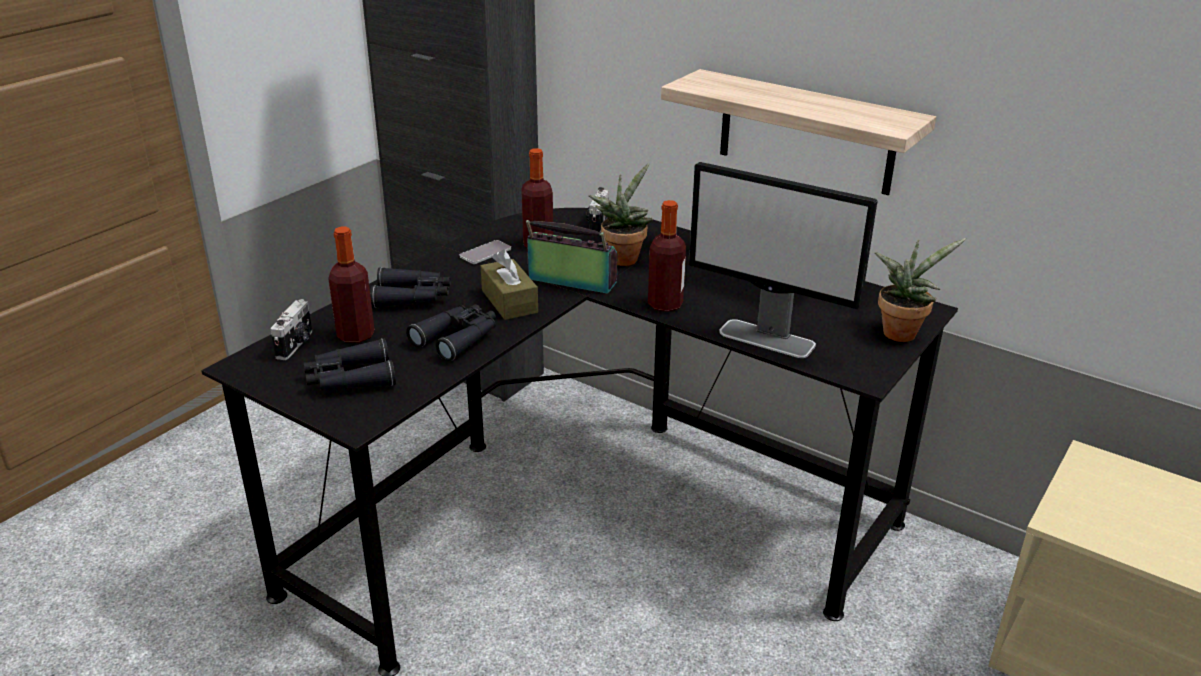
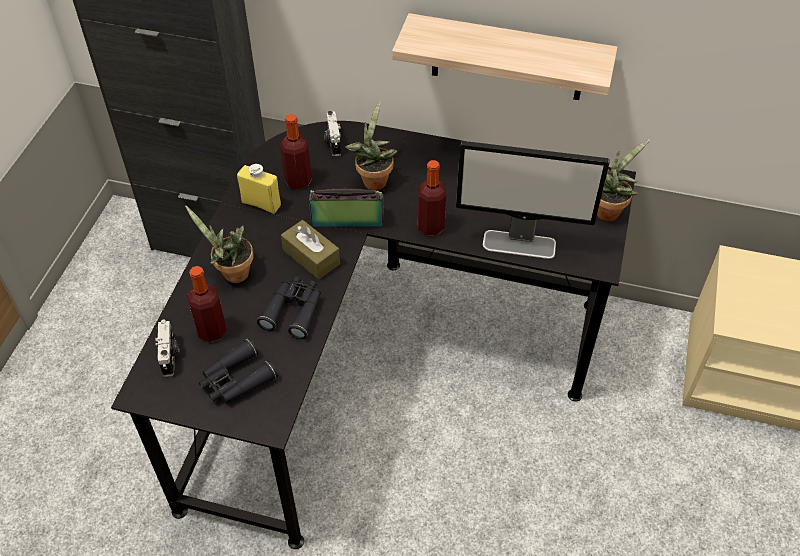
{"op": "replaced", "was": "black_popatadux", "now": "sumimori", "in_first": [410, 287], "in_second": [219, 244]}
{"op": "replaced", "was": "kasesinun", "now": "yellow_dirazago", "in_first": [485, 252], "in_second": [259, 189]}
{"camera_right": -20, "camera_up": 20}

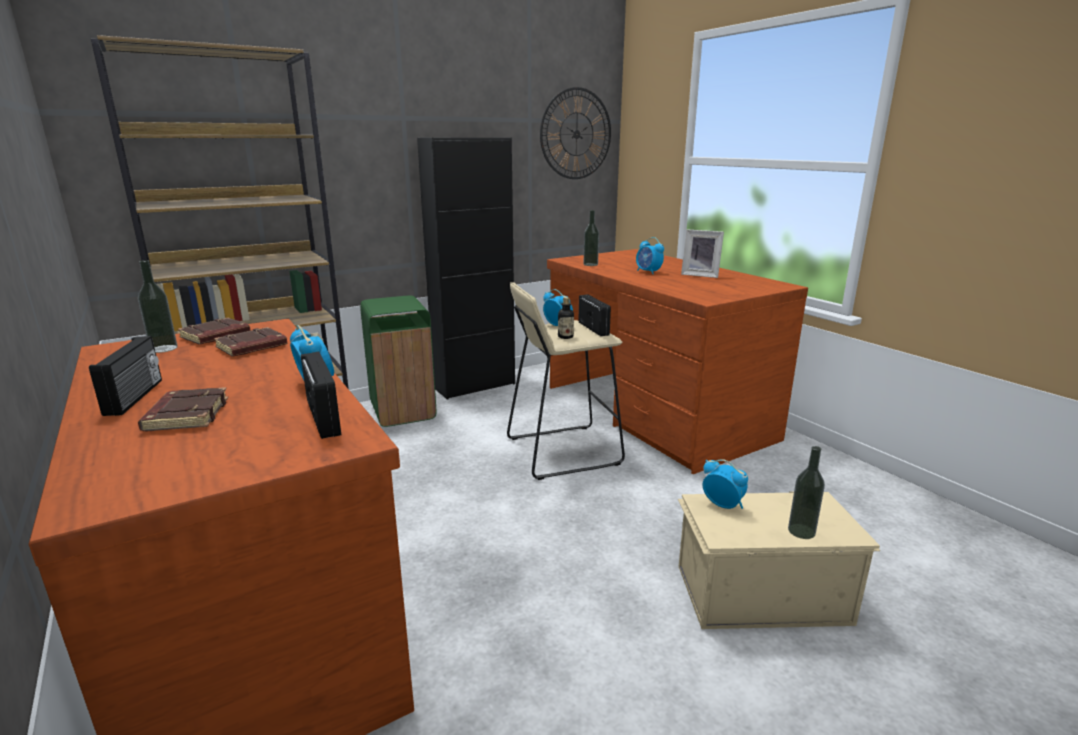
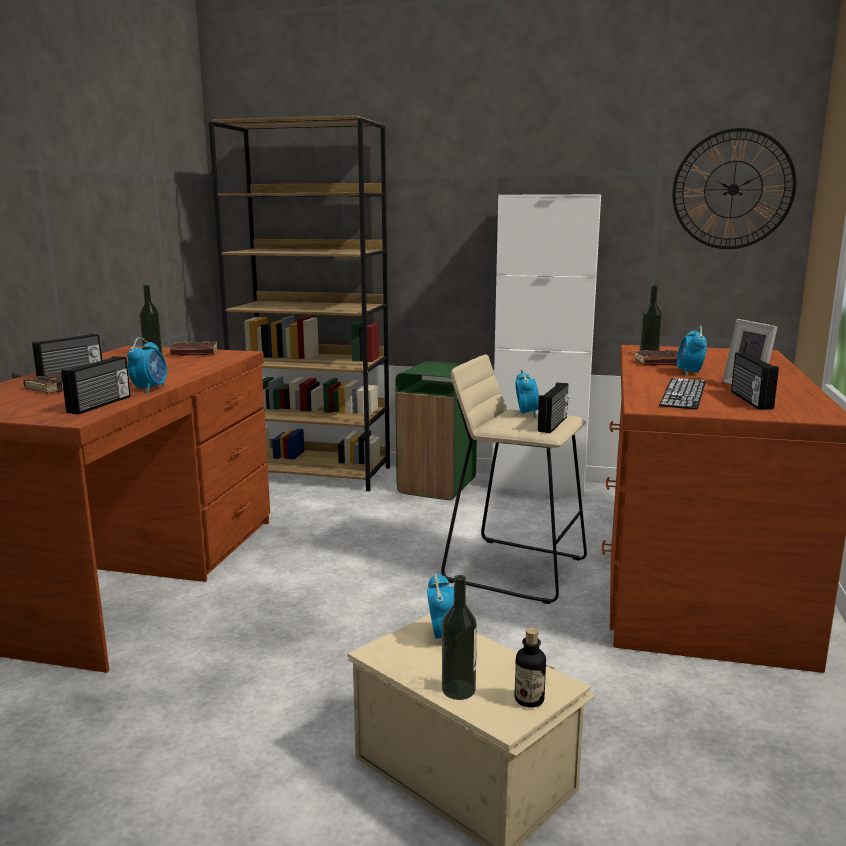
{"op": "added", "now": "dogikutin", "in_second": [682, 393]}
{"op": "added", "now": "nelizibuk", "in_second": [755, 381]}
{"op": "moved", "was": "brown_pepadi", "in_first": [250, 342], "in_second": [656, 357]}
{"op": "moved", "was": "dirazago", "in_first": [566, 318], "in_second": [530, 668]}
{"op": "recoloured", "was": "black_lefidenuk", "now": "white_lefidenuk", "in_first": [466, 269], "in_second": [546, 345]}
{"camera_right": 45, "camera_up": -5}

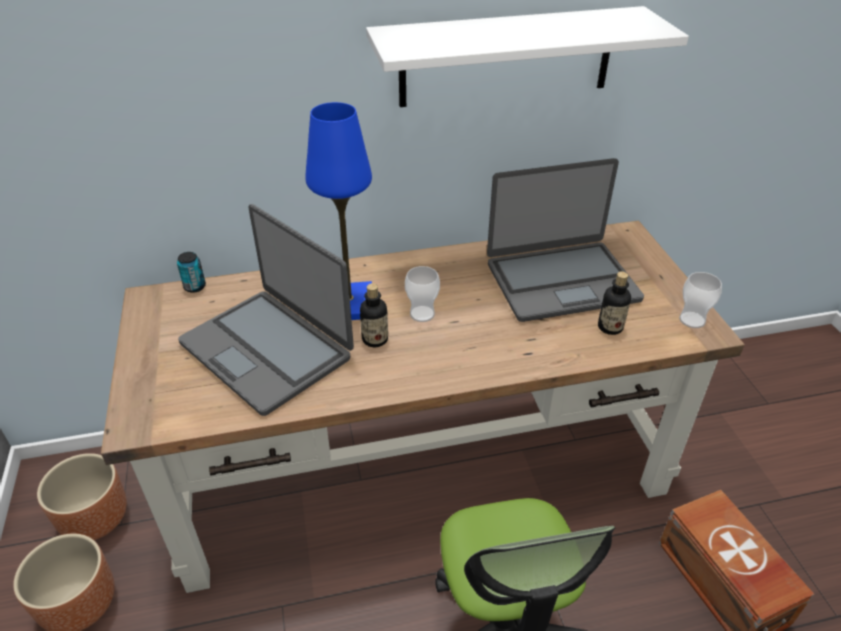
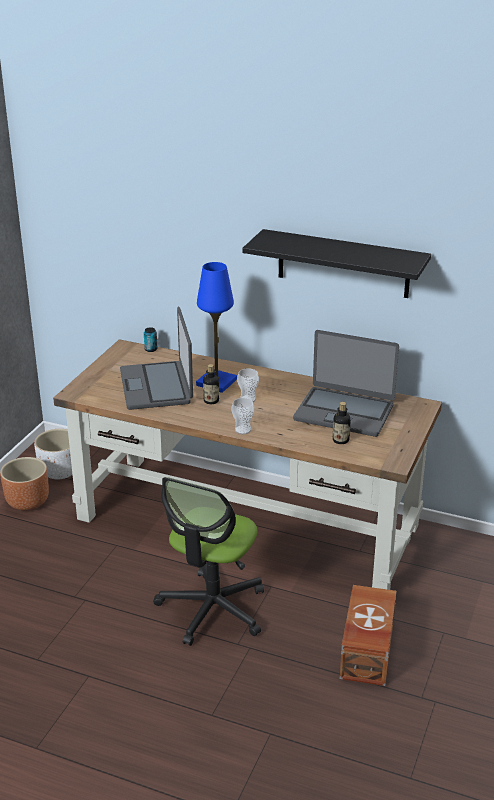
{"op": "moved", "was": "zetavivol", "in_first": [700, 300], "in_second": [243, 416]}
{"op": "recoloured", "was": "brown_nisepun", "now": "white_nisepun", "in_first": [82, 496], "in_second": [53, 454]}
{"op": "recoloured", "was": "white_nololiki", "now": "black_nololiki", "in_first": [527, 56], "in_second": [336, 263]}
{"camera_right": 35, "camera_up": -10}

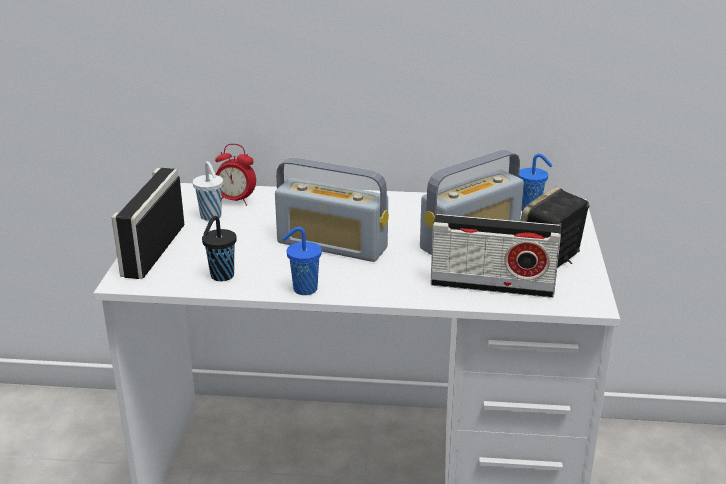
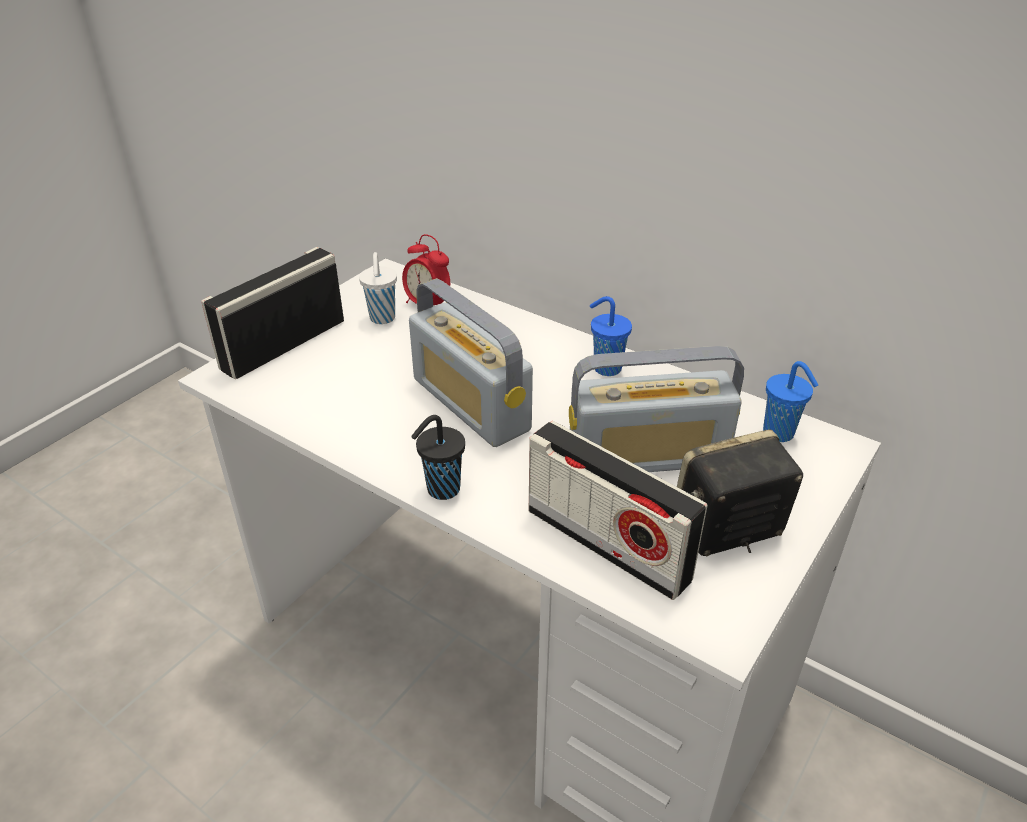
{"op": "moved", "was": "black_zetavivol", "in_first": [219, 248], "in_second": [438, 457]}
{"op": "moved", "was": "blue_zetavivol", "in_first": [302, 261], "in_second": [611, 336]}
{"camera_right": 30, "camera_up": 10}

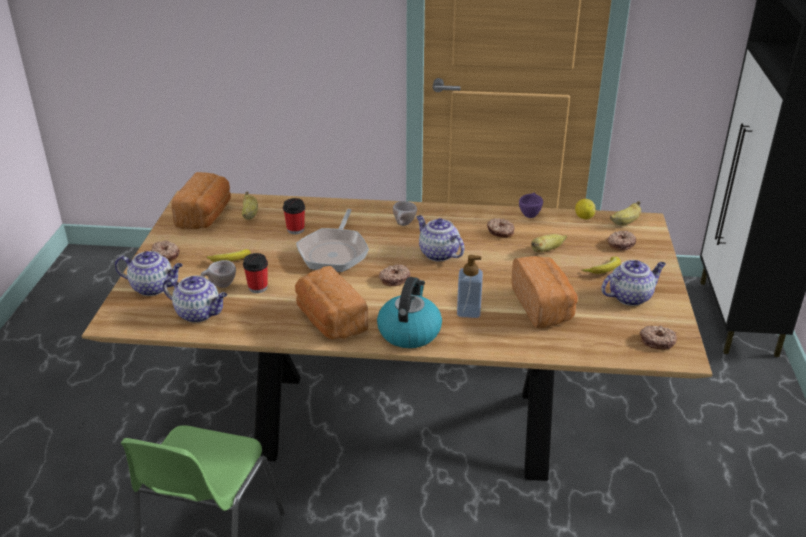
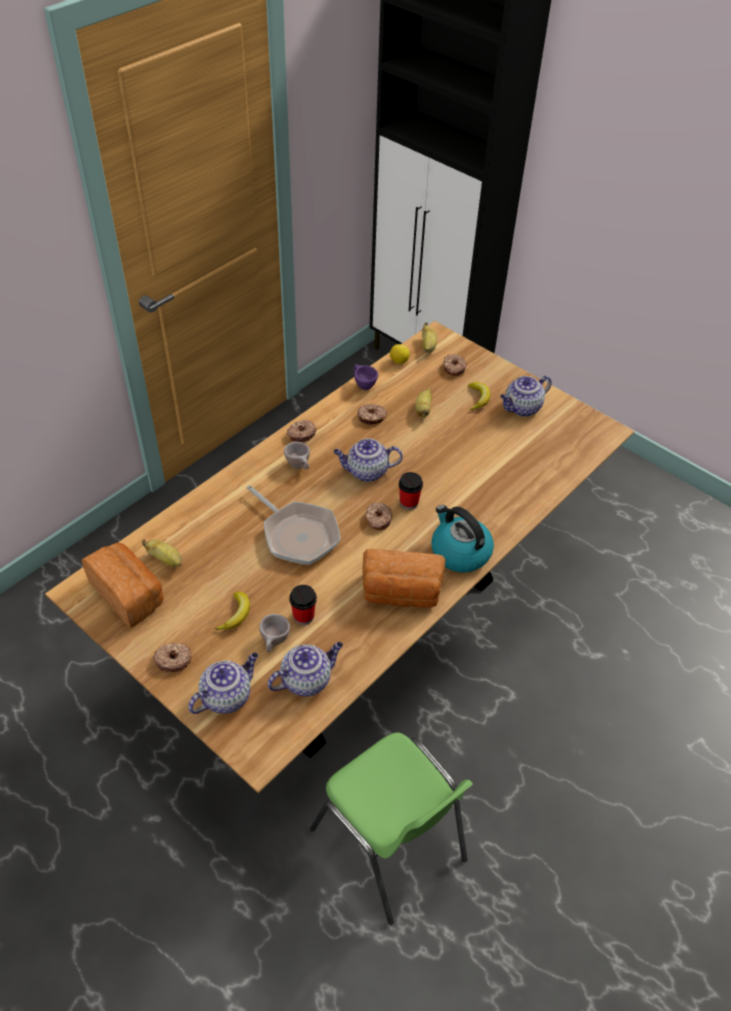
{"op": "removed", "was": "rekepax", "in_first": [470, 286]}
{"op": "removed", "was": "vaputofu", "in_first": [545, 292]}
{"op": "moved", "was": "zetavivol", "in_first": [294, 216], "in_second": [411, 491]}
{"op": "moved", "was": "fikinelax", "in_first": [658, 337], "in_second": [301, 431]}
{"op": "turned", "was": "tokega", "in_first": [633, 283], "in_second": [526, 396], "clockwise": -135}
{"camera_right": -55, "camera_up": 15}

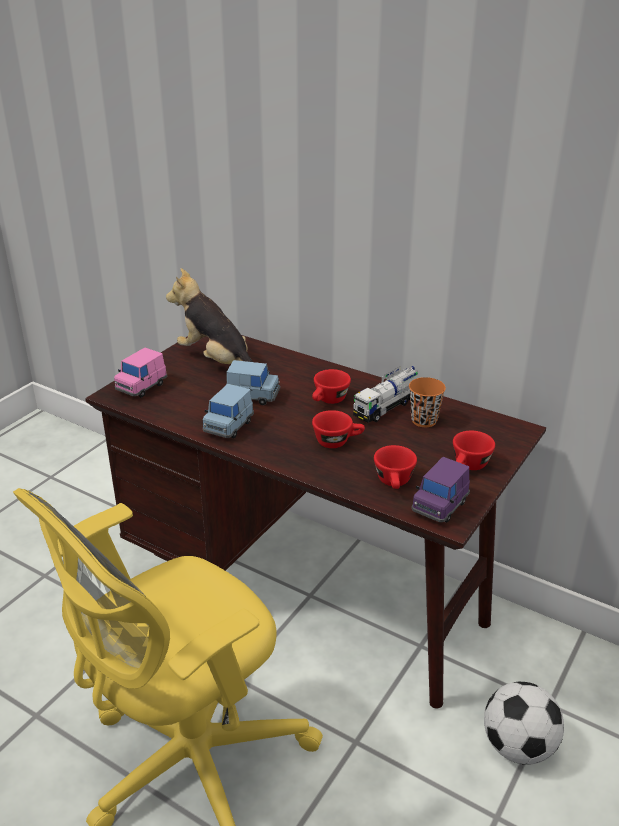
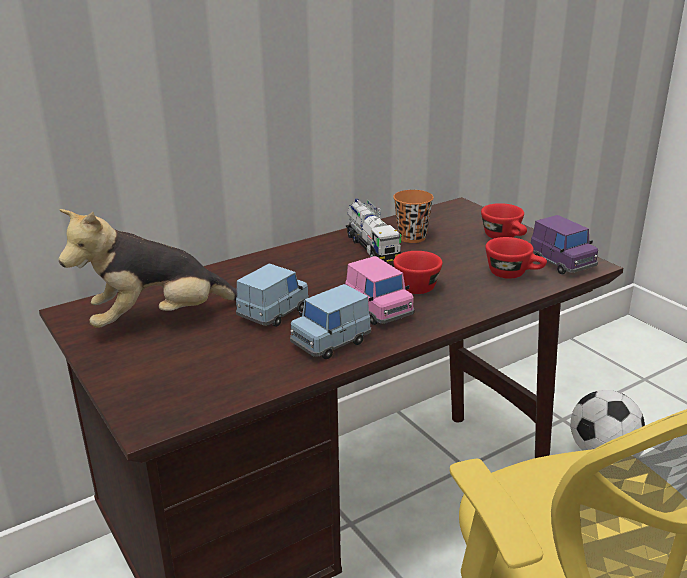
{"op": "removed", "was": "red_zetavivol", "in_first": [331, 386]}
{"op": "moved", "was": "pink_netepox", "in_first": [140, 372], "in_second": [379, 290]}
{"op": "turned", "was": "blue_netepox", "in_first": [228, 411], "in_second": [330, 321], "clockwise": 90}
{"camera_right": -65, "camera_up": -5}

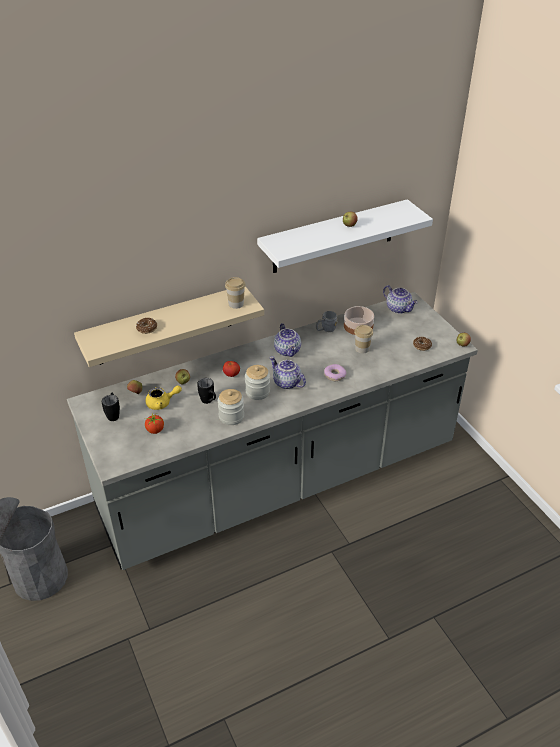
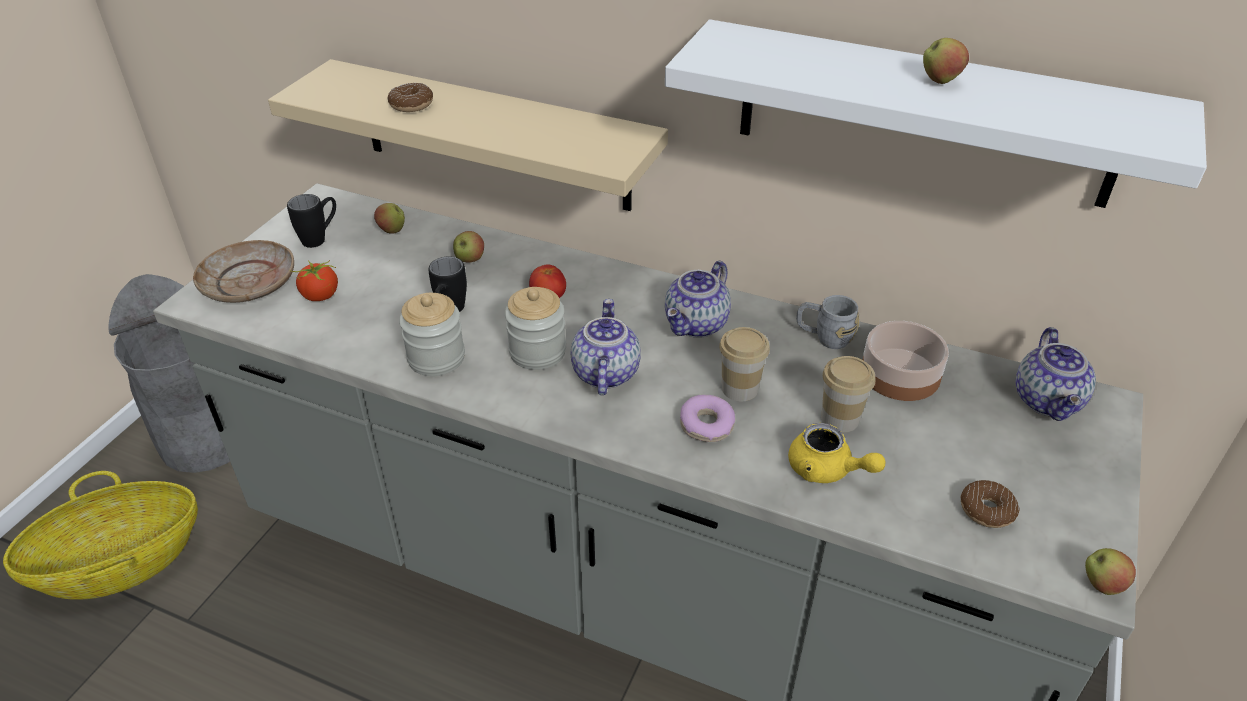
{"op": "added", "now": "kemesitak", "in_second": [100, 535]}
{"op": "added", "now": "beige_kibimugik", "in_second": [243, 271]}
{"op": "moved", "was": "yellow_tokega", "in_first": [163, 397], "in_second": [837, 453]}
{"op": "moved", "was": "zetavivol", "in_first": [235, 293], "in_second": [744, 364]}
{"camera_right": 50, "camera_up": 0}

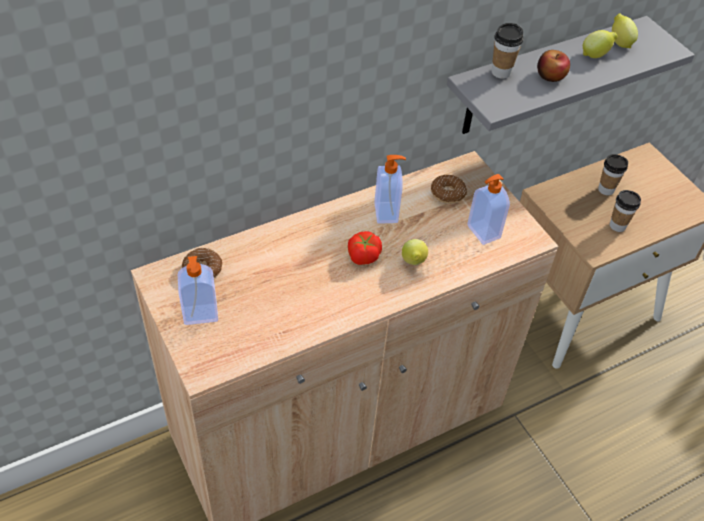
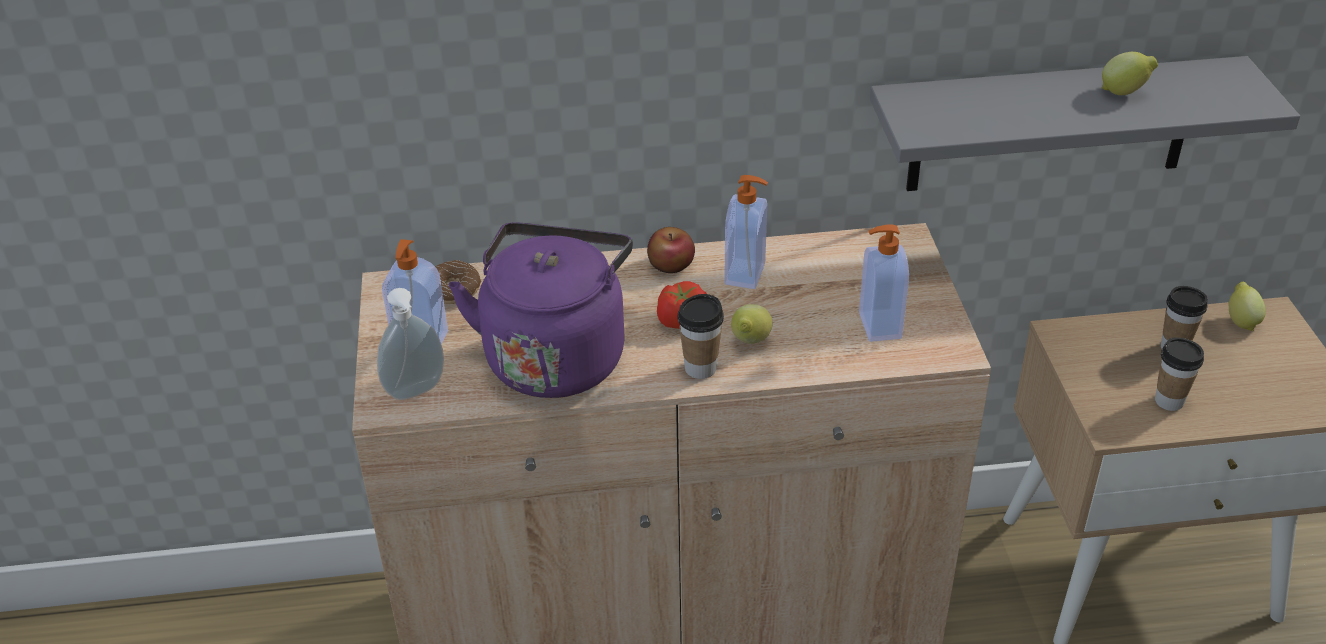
{"op": "removed", "was": "fikinelax", "in_first": [449, 189]}
{"op": "added", "now": "rekepax", "in_second": [410, 344]}
{"op": "added", "now": "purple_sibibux", "in_second": [541, 310]}
{"op": "moved", "was": "zetavivol", "in_first": [507, 51], "in_second": [701, 336]}
{"op": "moved", "was": "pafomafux", "in_first": [553, 66], "in_second": [671, 250]}
{"op": "moved", "was": "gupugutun", "in_first": [625, 30], "in_second": [1247, 306]}
{"camera_right": 25, "camera_up": -10}

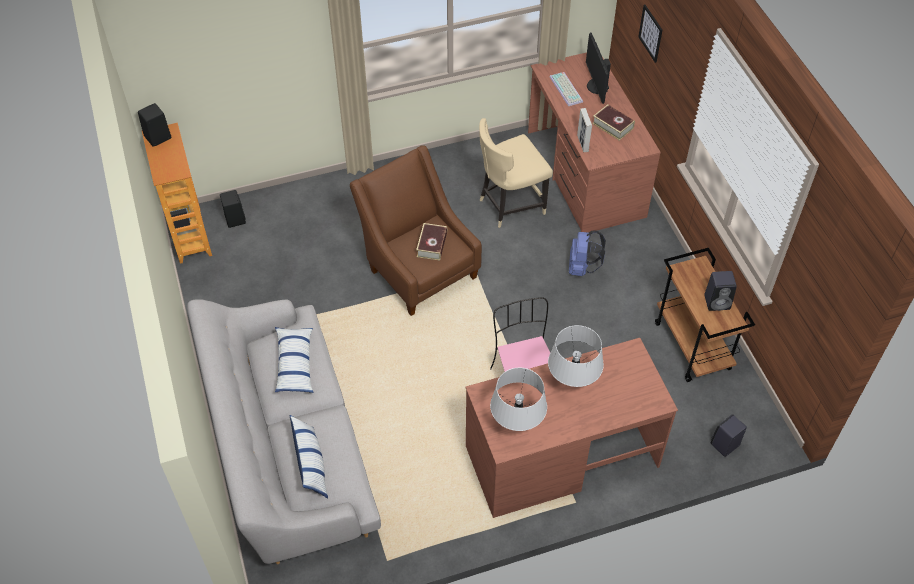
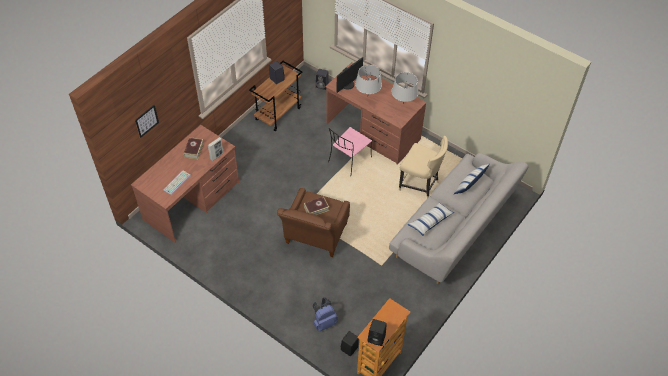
{"op": "moved", "was": "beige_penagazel", "in_first": [516, 173], "in_second": [423, 167]}
{"op": "moved", "was": "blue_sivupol", "in_first": [587, 253], "in_second": [325, 314]}
{"op": "moved", "was": "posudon", "in_first": [598, 68], "in_second": [349, 75]}
{"camera_right": -125, "camera_up": 0}

